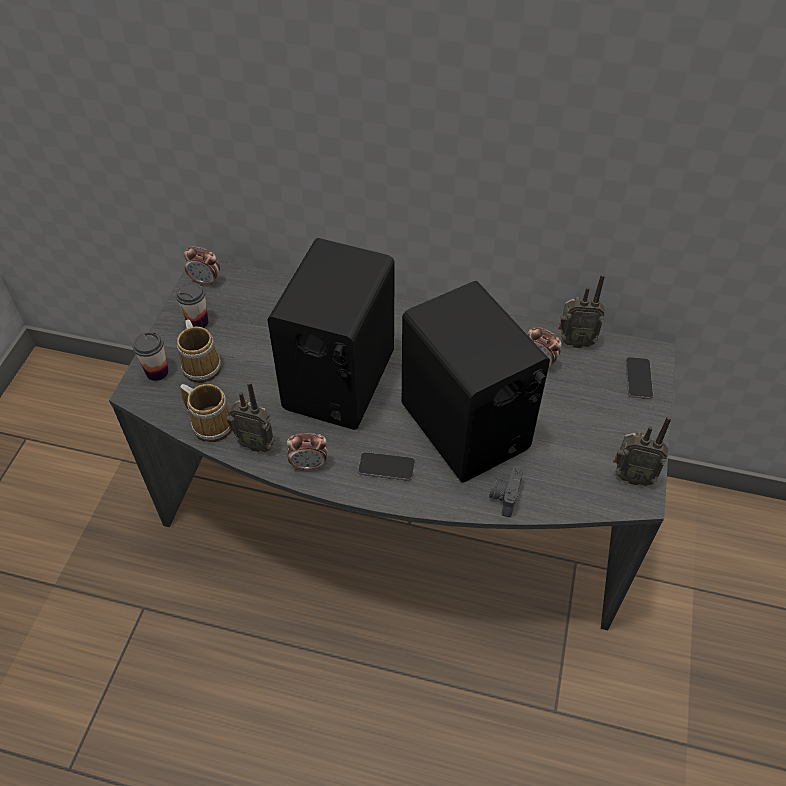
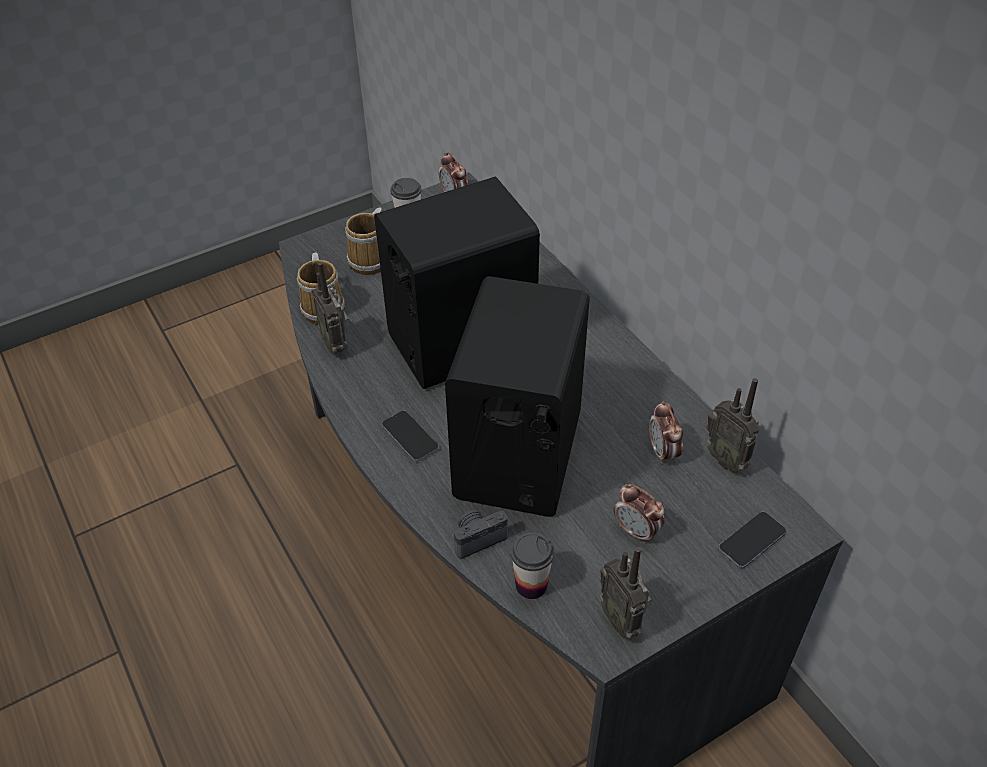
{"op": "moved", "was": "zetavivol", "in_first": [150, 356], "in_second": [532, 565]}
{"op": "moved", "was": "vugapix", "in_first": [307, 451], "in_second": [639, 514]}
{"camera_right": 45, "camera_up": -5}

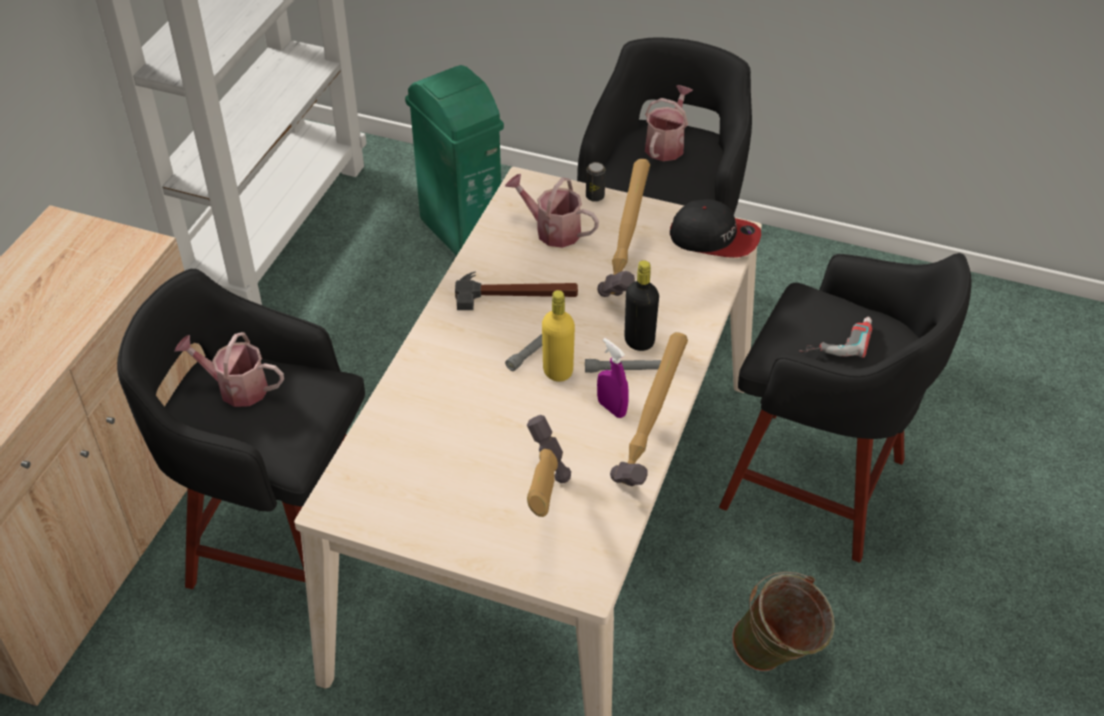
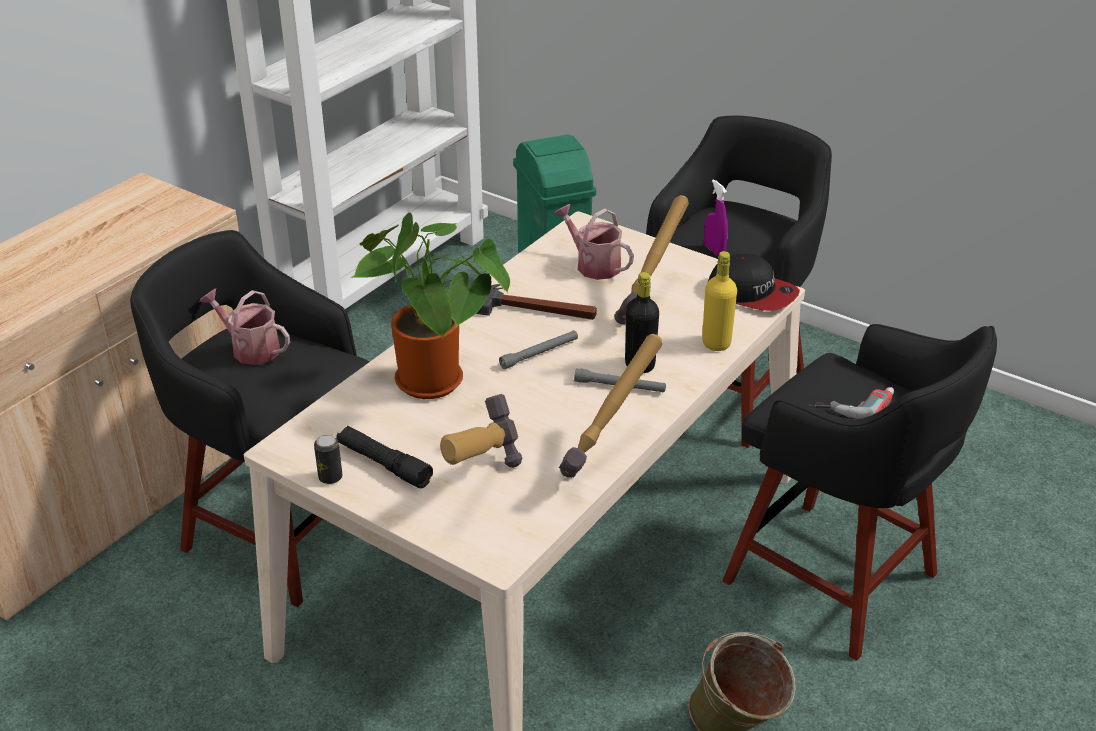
{"op": "removed", "was": "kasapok", "in_first": [669, 123]}
{"op": "added", "now": "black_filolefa", "in_second": [384, 457]}
{"op": "added", "now": "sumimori", "in_second": [430, 306]}
{"op": "moved", "was": "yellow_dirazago", "in_first": [558, 336], "in_second": [719, 301]}
{"op": "moved", "was": "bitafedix", "in_first": [596, 182], "in_second": [328, 459]}
{"op": "moved", "was": "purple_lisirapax", "in_first": [613, 378], "in_second": [716, 217]}
{"camera_right": 15, "camera_up": -10}

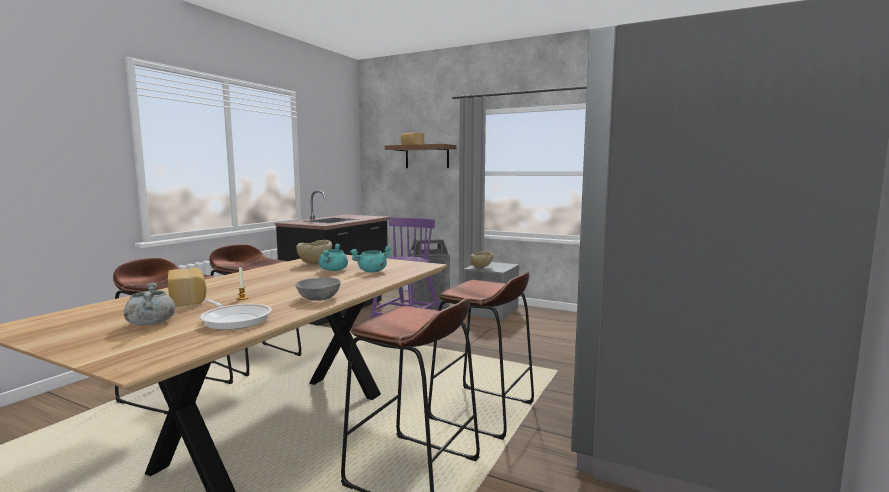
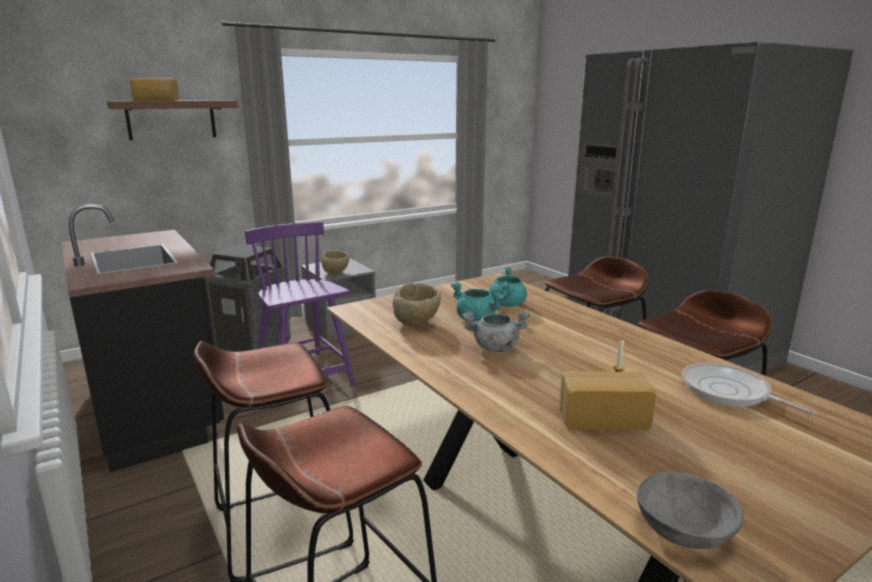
{"op": "moved", "was": "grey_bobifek", "in_first": [149, 303], "in_second": [496, 331]}
{"op": "moved", "was": "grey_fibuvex", "in_first": [318, 289], "in_second": [690, 510]}
{"op": "turned", "was": "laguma", "in_first": [235, 314], "in_second": [749, 389], "clockwise": -105}
{"camera_right": -60, "camera_up": 10}

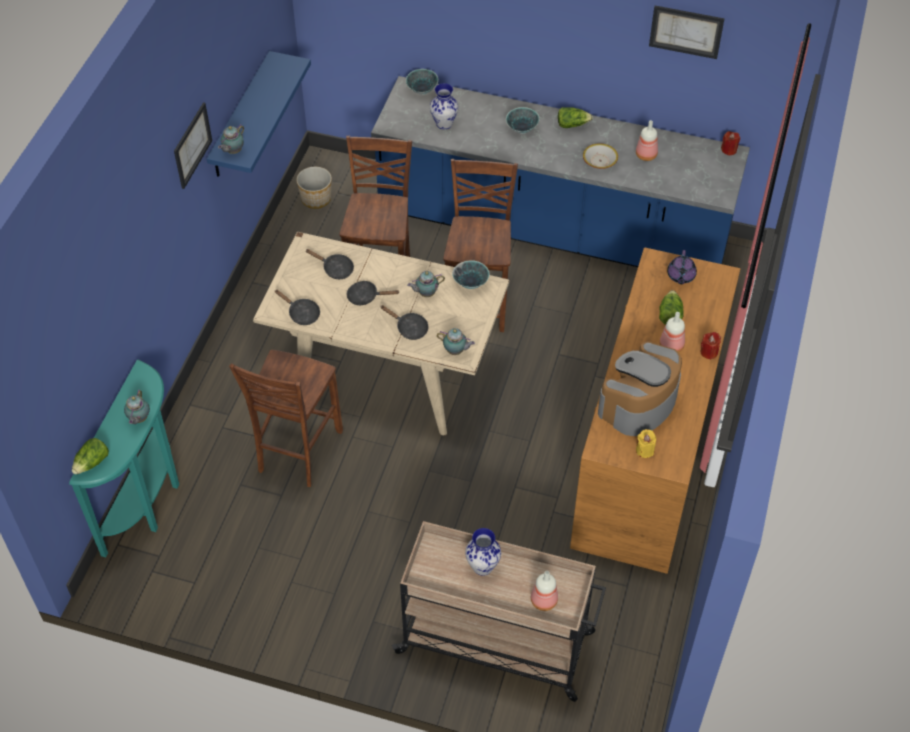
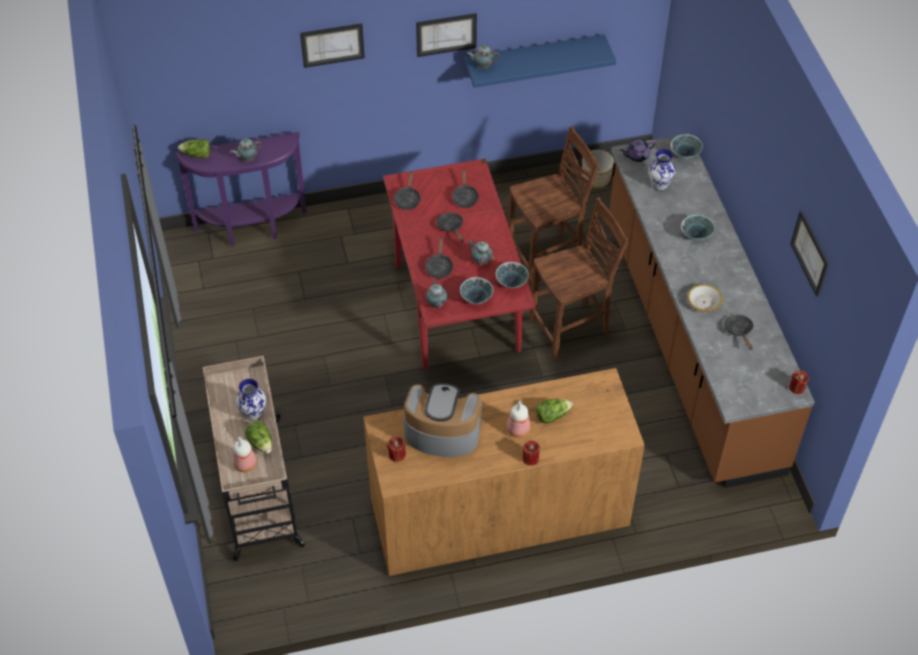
{"op": "removed", "was": "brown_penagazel", "in_first": [286, 418]}
{"op": "added", "now": "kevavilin", "in_second": [332, 45]}
{"op": "added", "now": "fibuvex", "in_second": [476, 290]}
{"op": "moved", "was": "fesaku", "in_first": [575, 117], "in_second": [258, 437]}
{"op": "moved", "was": "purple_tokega", "in_first": [682, 267], "in_second": [637, 150]}
{"op": "replaced", "was": "dirazago", "now": "black_laguma", "in_first": [647, 140], "in_second": [738, 332]}
{"op": "recoloured", "was": "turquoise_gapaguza", "now": "purple_gapaguza", "in_first": [124, 458], "in_second": [241, 189]}
{"op": "recoloured", "was": "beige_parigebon", "now": "red_parigebon", "in_first": [381, 333], "in_second": [459, 264]}
{"op": "recoloured", "was": "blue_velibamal", "now": "brown_velibamal", "in_first": [560, 171], "in_second": [712, 311]}
{"op": "recoloured", "was": "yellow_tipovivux", "now": "red_tipovivux", "in_first": [646, 443], "in_second": [396, 449]}
{"camera_right": 60, "camera_up": 0}

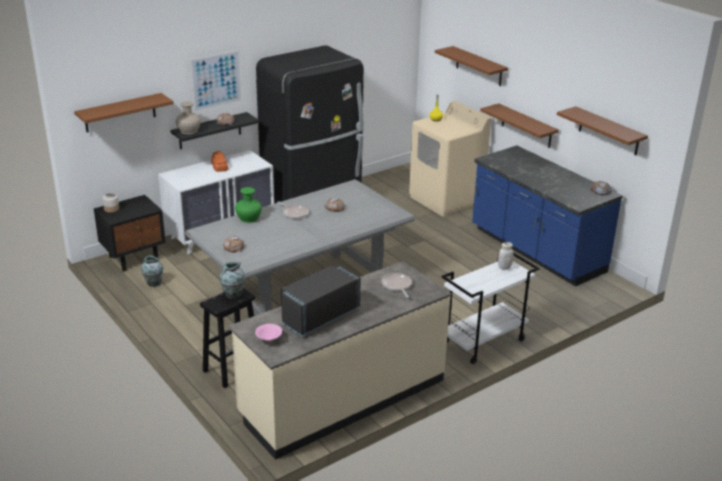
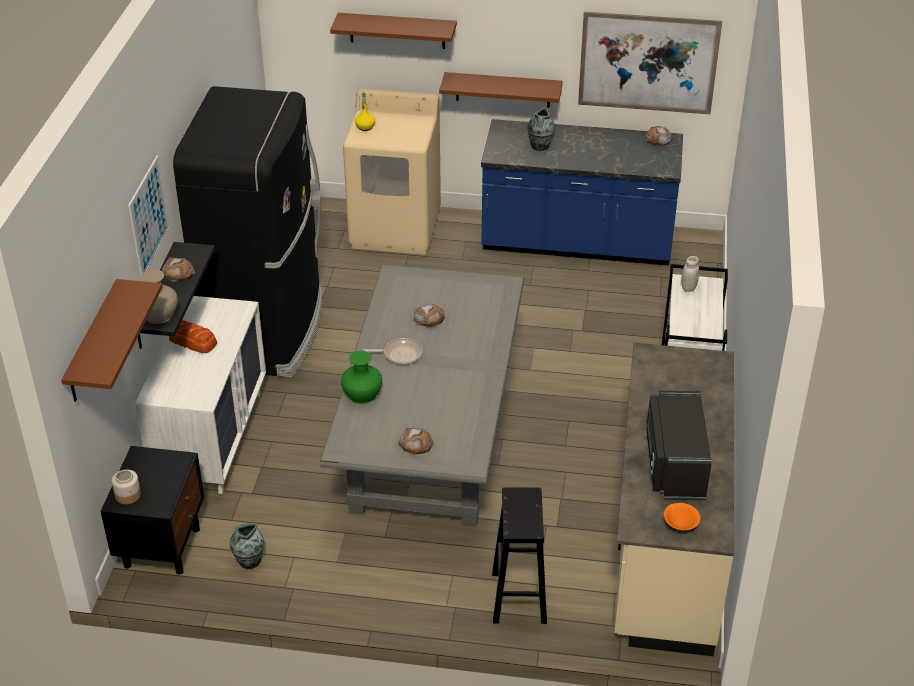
{"op": "removed", "was": "laguma", "in_first": [397, 285]}
{"op": "moved", "was": "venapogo", "in_first": [232, 280], "in_second": [541, 129]}
{"op": "replaced", "was": "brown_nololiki", "now": "kevavilin", "in_first": [602, 130], "in_second": [650, 63]}
{"op": "recoloured", "was": "pink_fibuvex", "now": "orange_fibuvex", "in_first": [268, 333], "in_second": [682, 516]}
{"camera_right": -45, "camera_up": 10}

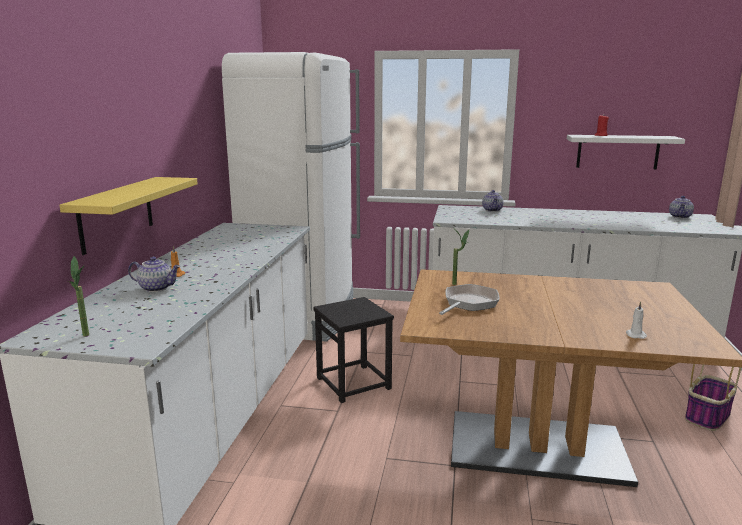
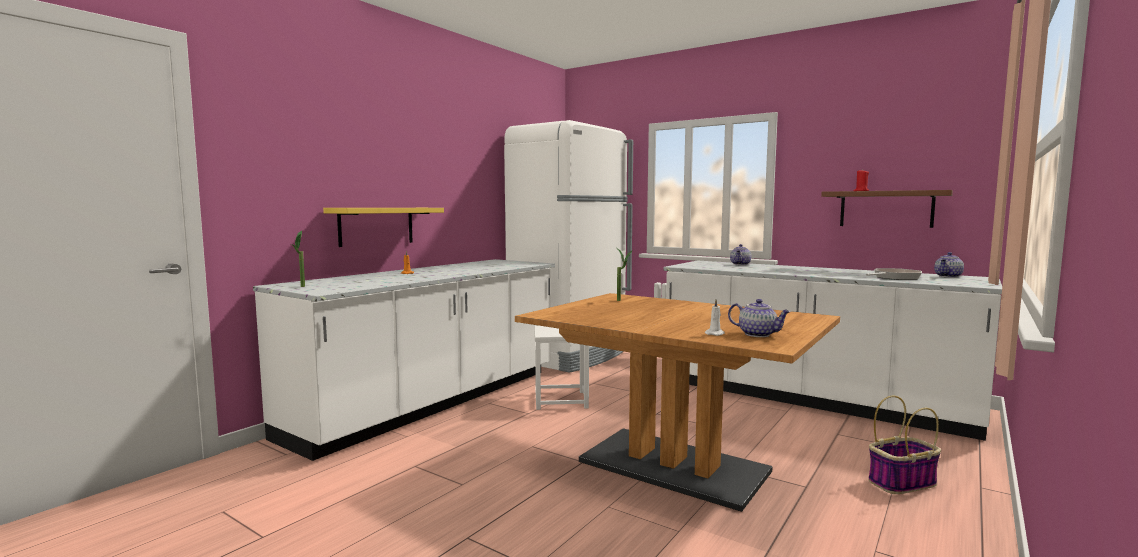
{"op": "moved", "was": "tokega", "in_first": [154, 274], "in_second": [759, 318]}
{"op": "moved", "was": "laguma", "in_first": [469, 299], "in_second": [894, 274]}
{"op": "recoloured", "was": "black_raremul", "now": "white_raremul", "in_first": [353, 350], "in_second": [561, 368]}
{"op": "recoloured", "was": "white_nololiki", "now": "brown_nololiki", "in_first": [626, 152], "in_second": [887, 209]}
{"camera_right": 25, "camera_up": -10}

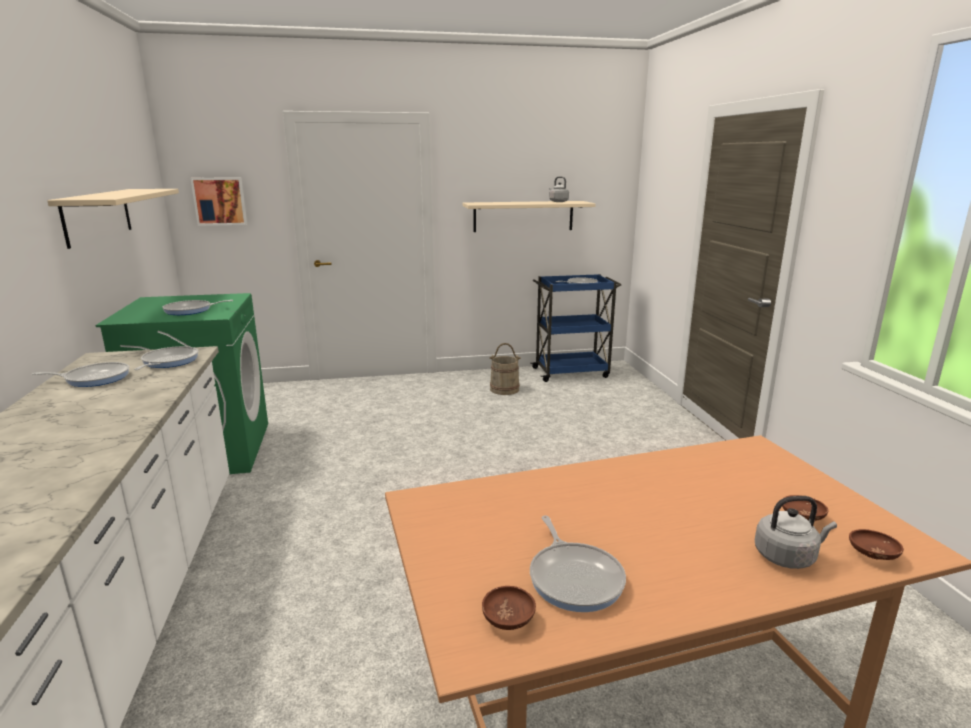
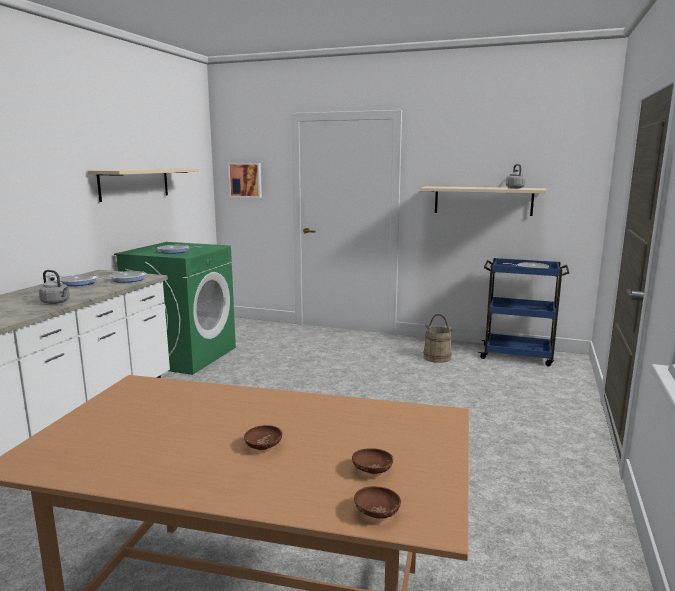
{"op": "removed", "was": "laguma", "in_first": [578, 563]}
{"op": "moved", "was": "brown_fibuvex", "in_first": [509, 608], "in_second": [263, 437]}
{"op": "moved", "was": "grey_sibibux", "in_first": [796, 532], "in_second": [54, 287]}
{"camera_right": 30, "camera_up": -5}

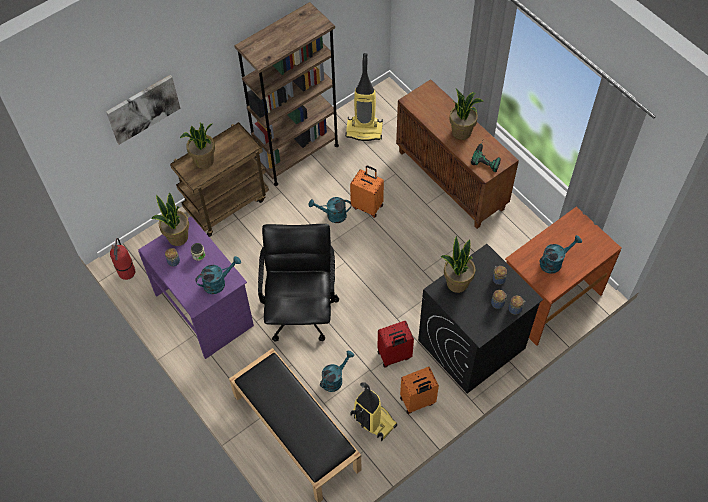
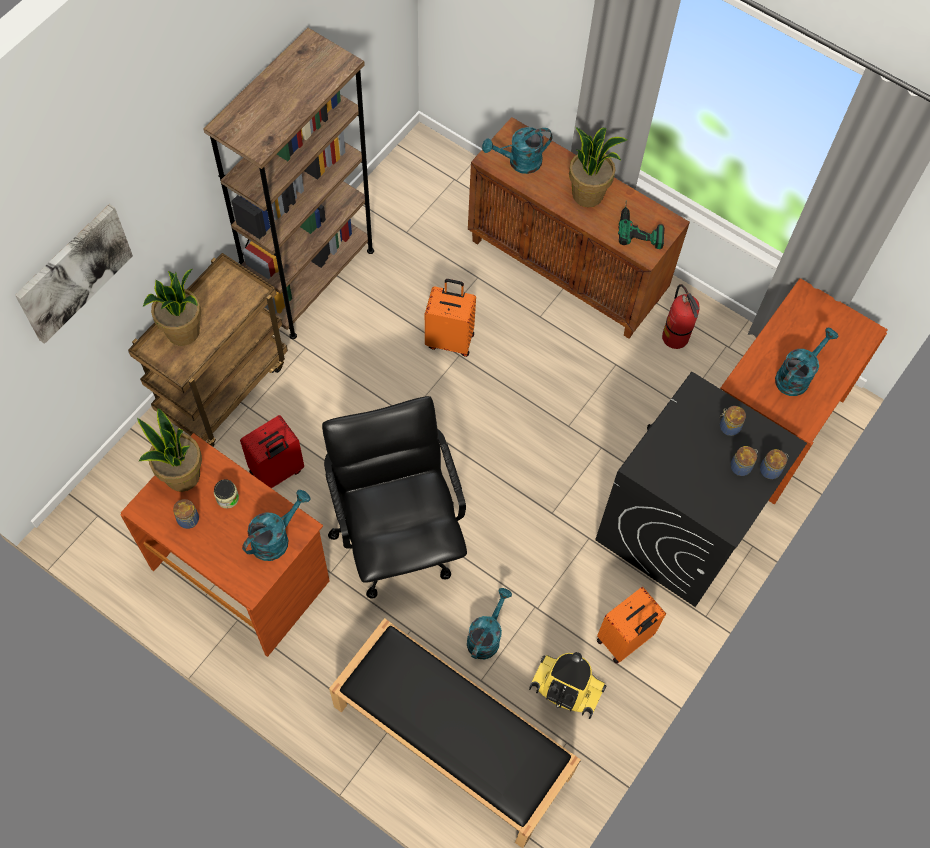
{"op": "removed", "was": "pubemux", "in_first": [364, 97]}
{"op": "removed", "was": "sumimori", "in_first": [458, 264]}
{"op": "moved", "was": "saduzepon", "in_first": [122, 259], "in_second": [681, 316]}
{"op": "moved", "was": "turquoise_kasapok", "in_first": [330, 210], "in_second": [517, 150]}
{"op": "moved", "was": "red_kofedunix", "in_first": [396, 344], "in_second": [272, 451]}
{"op": "recoloured", "was": "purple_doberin", "now": "brown_doberin", "in_first": [196, 287], "in_second": [225, 545]}
{"camera_right": -20, "camera_up": 5}

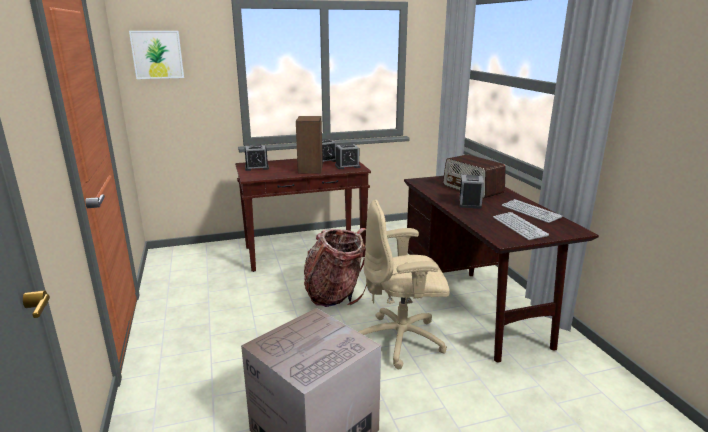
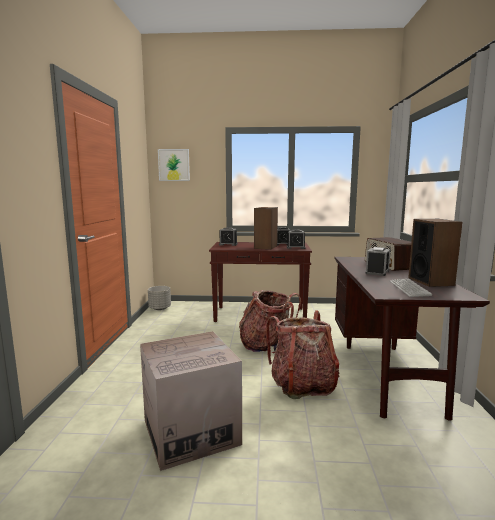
{"op": "added", "now": "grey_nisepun", "in_second": [159, 298]}
{"op": "replaced", "was": "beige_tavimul", "now": "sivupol", "in_first": [404, 284], "in_second": [303, 354]}
{"op": "replaced", "was": "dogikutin", "now": "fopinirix", "in_first": [532, 211], "in_second": [435, 253]}
{"camera_right": 20, "camera_up": -10}

